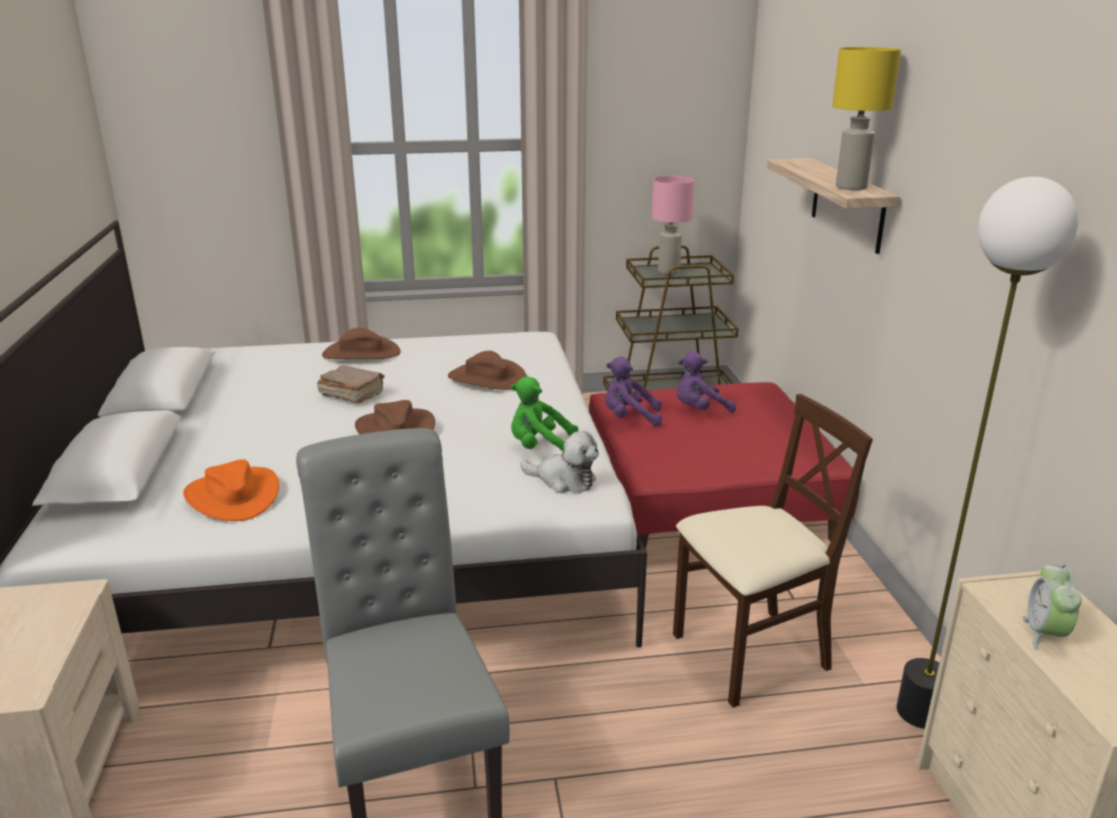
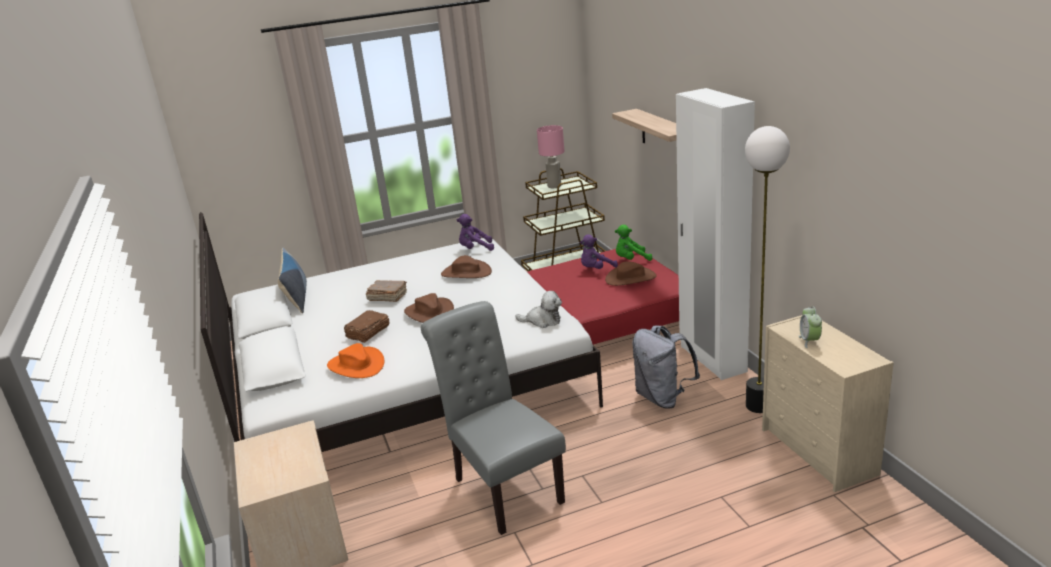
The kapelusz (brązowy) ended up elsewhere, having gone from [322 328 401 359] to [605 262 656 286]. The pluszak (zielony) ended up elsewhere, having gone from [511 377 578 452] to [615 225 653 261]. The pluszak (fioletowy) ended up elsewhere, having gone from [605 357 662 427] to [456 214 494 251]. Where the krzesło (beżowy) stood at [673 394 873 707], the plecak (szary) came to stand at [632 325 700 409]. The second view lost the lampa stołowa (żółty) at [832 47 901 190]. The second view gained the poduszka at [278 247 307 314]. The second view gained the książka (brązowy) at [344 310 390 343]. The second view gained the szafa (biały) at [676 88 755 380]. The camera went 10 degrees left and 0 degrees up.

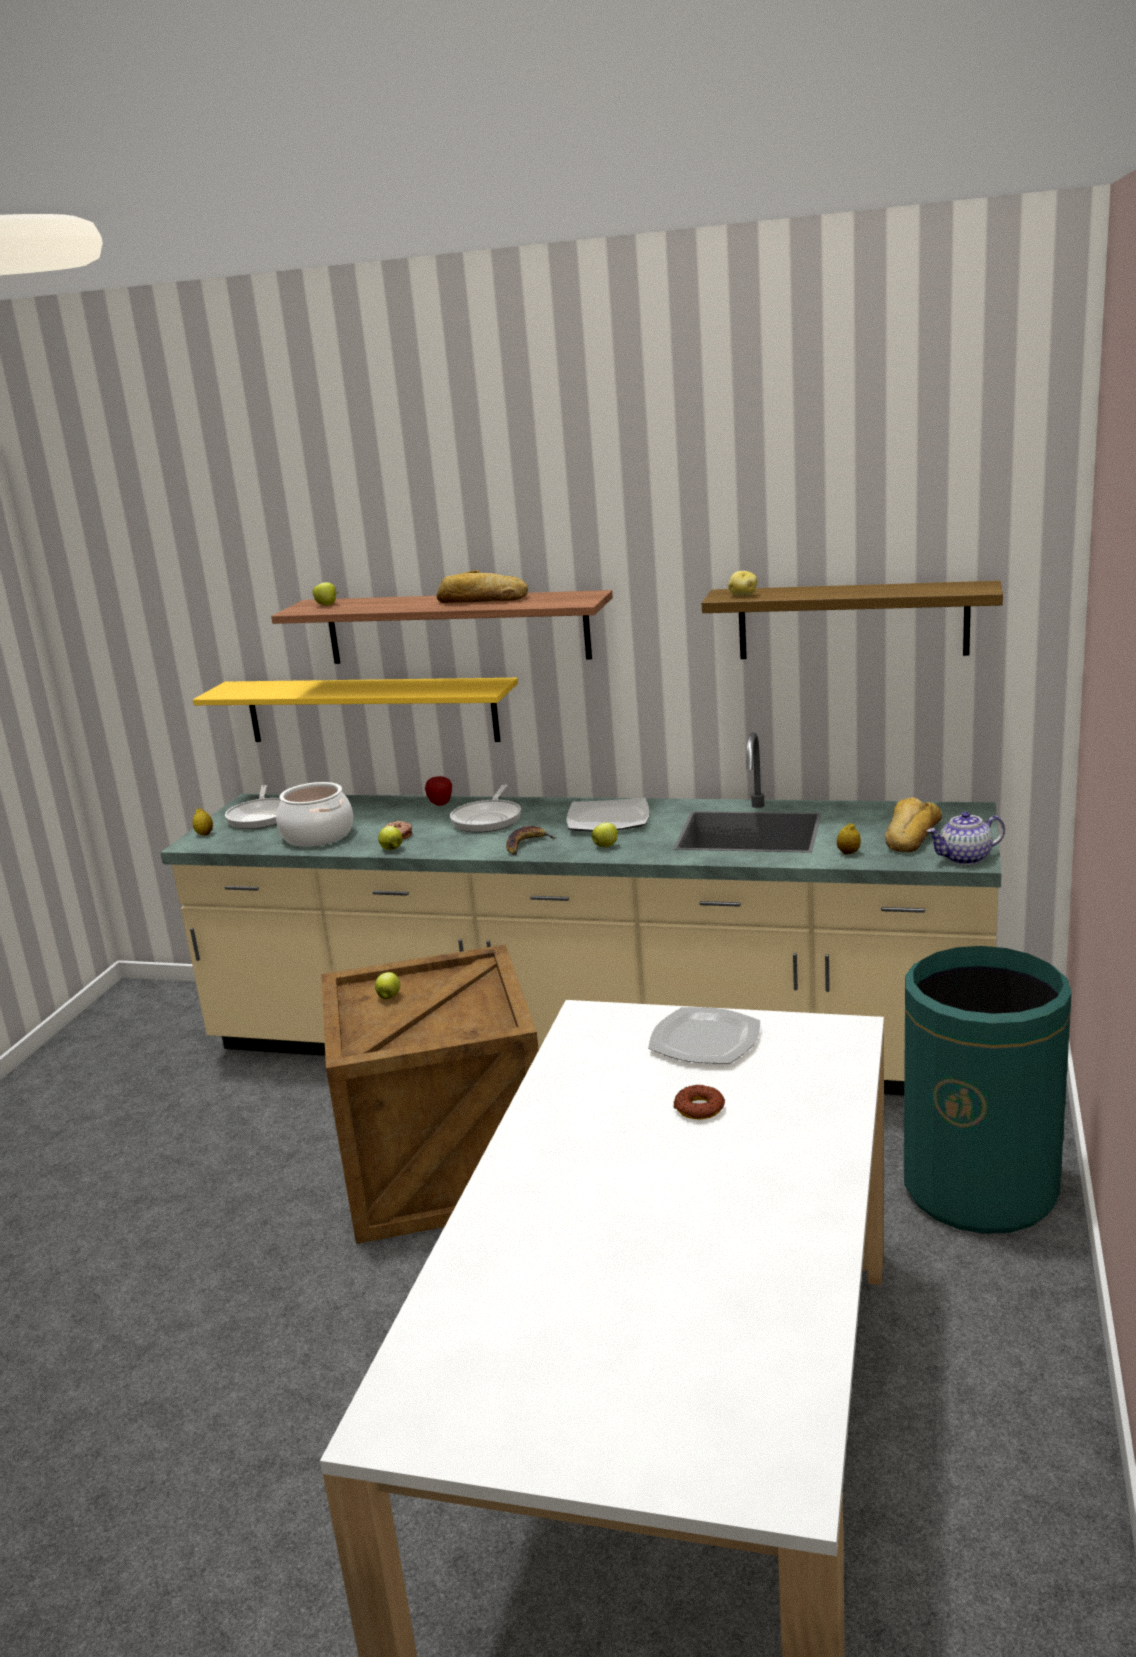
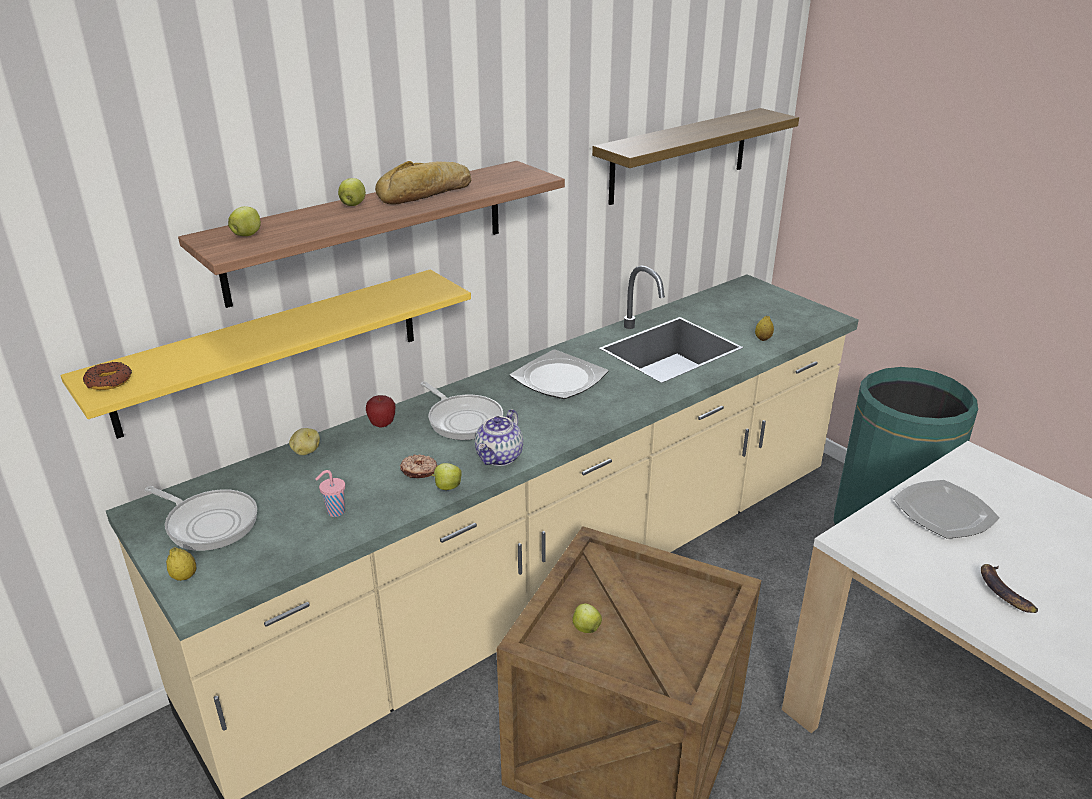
Where the garnek stood at [276 782 353 847], the filiżanka (różowy) came to stand at [315 470 345 517]. The banan ended up elsewhere, having gone from [506 826 557 855] to [981 564 1038 613]. The jabłko ended up elsewhere, having gone from [592 823 618 847] to [338 178 366 206]. The donut ended up elsewhere, having gone from [673 1085 725 1119] to [83 362 132 390]. The ziemniak ended up elsewhere, having gone from [728 571 757 596] to [289 428 320 455]. The second view lost the chleb at [885 797 942 852]. The imbryk ended up elsewhere, having gone from [927 812 1005 865] to [475 409 523 466]. The camera went 55 degrees left and 10 degrees up.

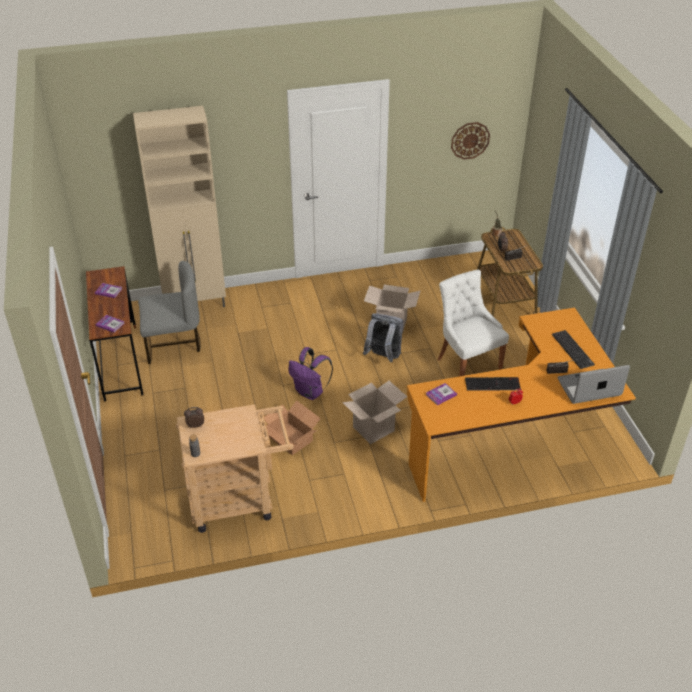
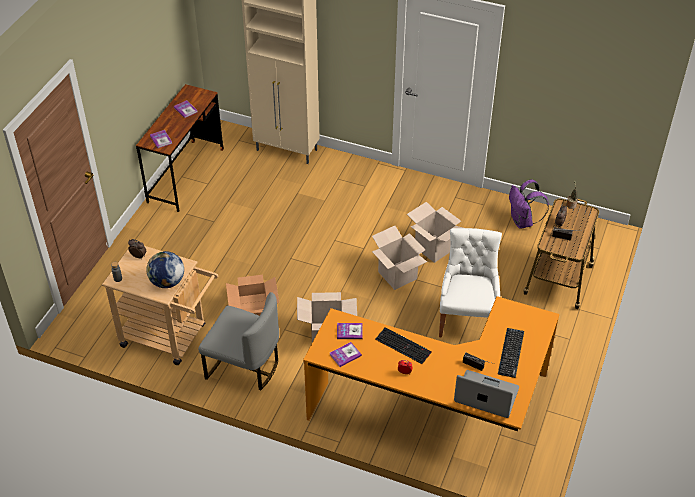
The krzesło (szary) ended up elsewhere, having gone from [138 261 201 364] to [198 292 279 390]. The plecak (fioletowy) ended up elsewhere, having gone from [288 347 333 400] to [509 179 549 229]. Where the plecak (szary) stood at [363 313 404 363], the karton came to stand at [372 226 427 290]. The second view lost the zegar ścienny at [451 122 490 160]. The second view gained the globus at [146 251 184 288]. The second view gained the książka at [330 342 362 367]. The camera went 35 degrees right and 5 degrees up.

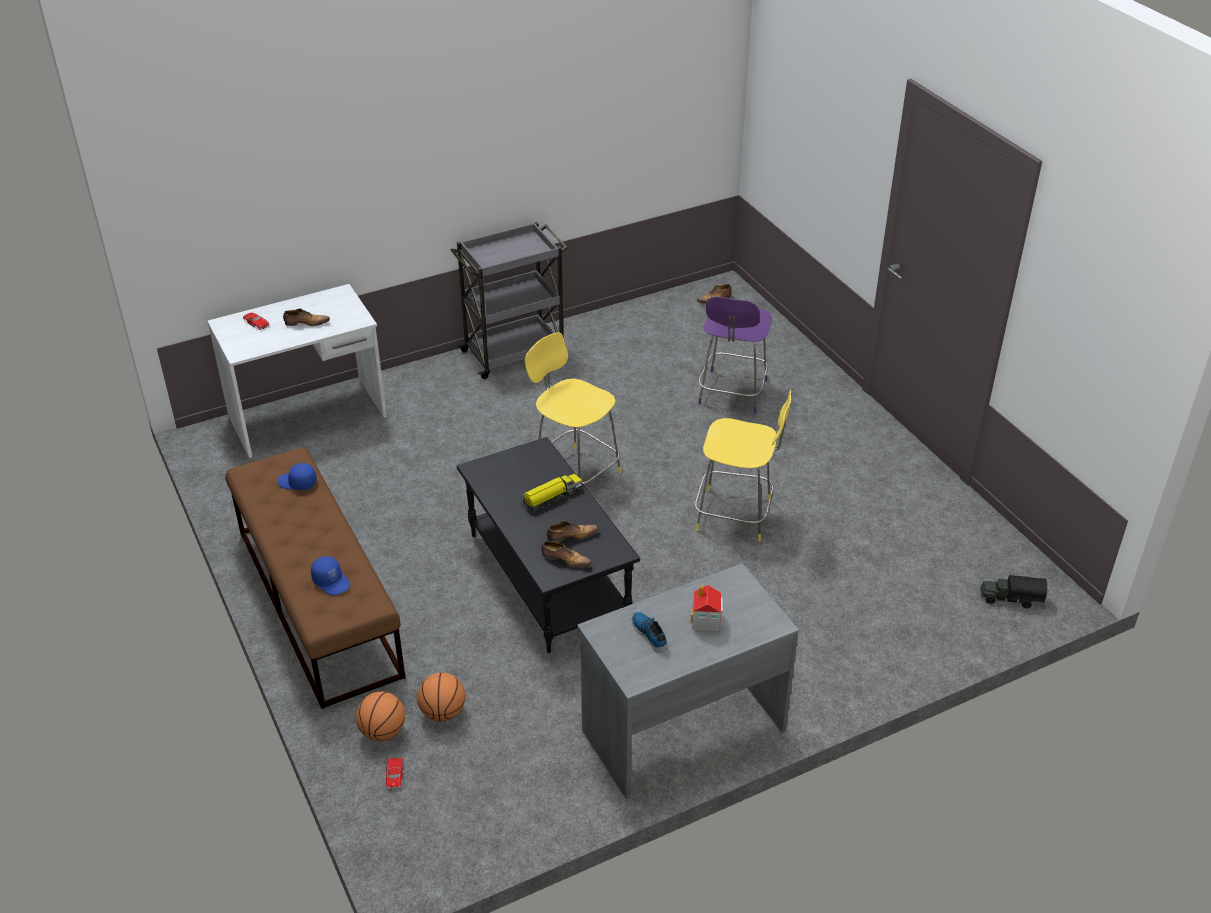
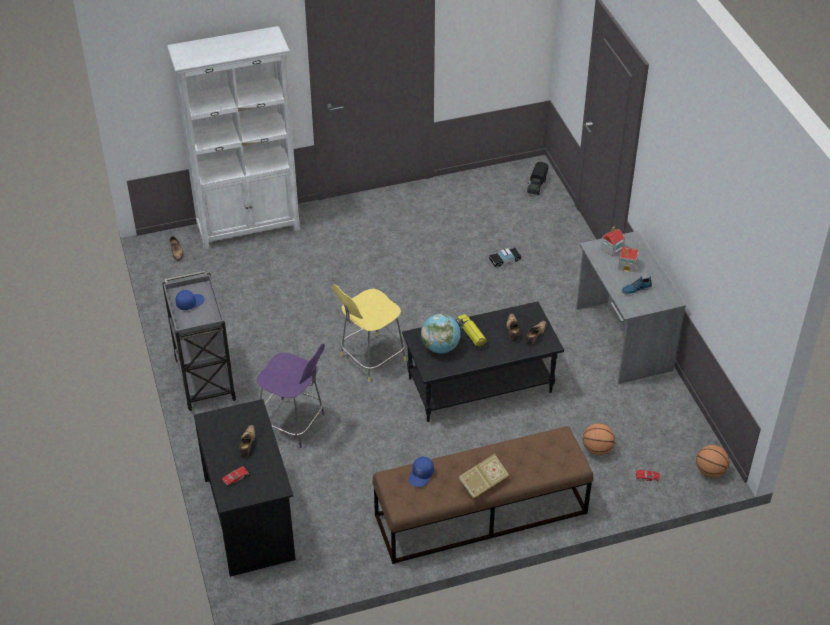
What was the biurko (biały) at [207 284 387 458] turned into the biurko (czarny) at [194 399 296 577]. The czapka z daszkiem (niebieski) ended up elsewhere, having gone from [311 556 350 595] to [175 290 204 310]. The piłka do koszykówki ended up elsewhere, having gone from [356 692 405 741] to [696 445 730 478]. The second view lost the stołek (żółty) at [695 390 792 541]. The stołek (fioletowy) ended up elsewhere, having gone from [698 296 772 414] to [257 344 325 448]. The second view gained the regał (biały) at [167 26 300 249]. The second view gained the globus at [421 313 461 353]. The second view gained the książka at [459 454 509 498]. The second view gained the samochodzik at [489 248 521 267]. The second view gained the domek at [601 227 625 257]. The camera went 80 degrees left and 5 degrees up.

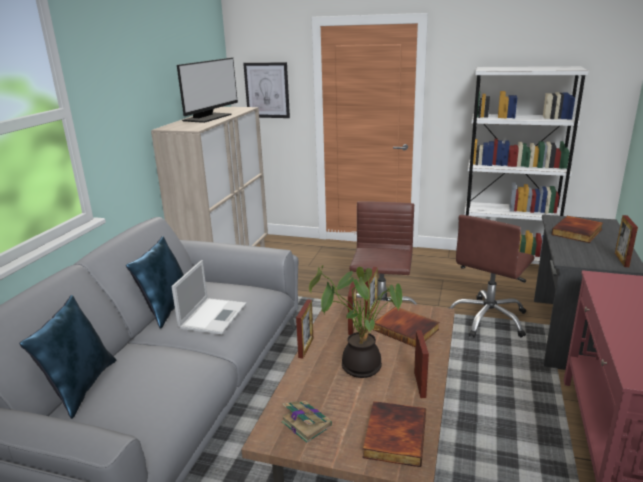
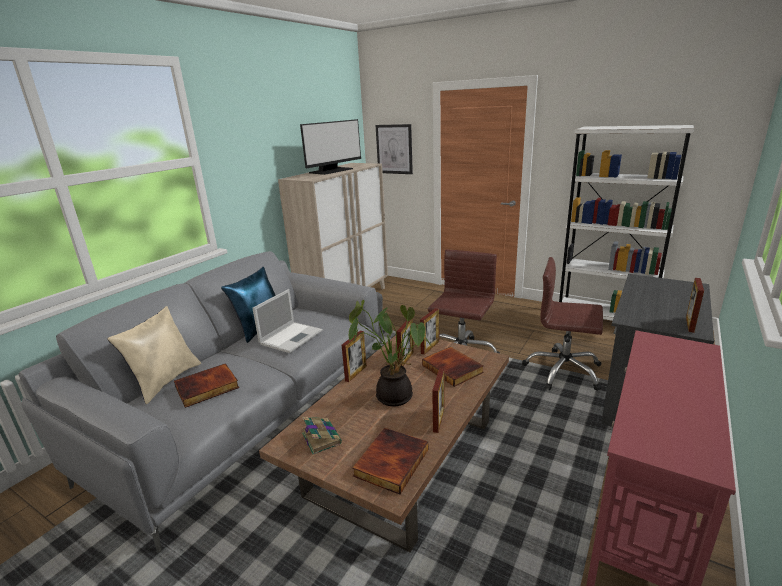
What was the poduszka (niebieski) at [19 295 116 419] turned into the poduszka (beżowy) at [107 306 201 404]. The krzesło biurowe (brązowy) at [450 215 535 338] ended up facing another way, 60 degrees clockwise from before. The książka ended up elsewhere, having gone from [551 216 603 243] to [174 363 239 408]. The camera went 15 degrees right and 0 degrees up.

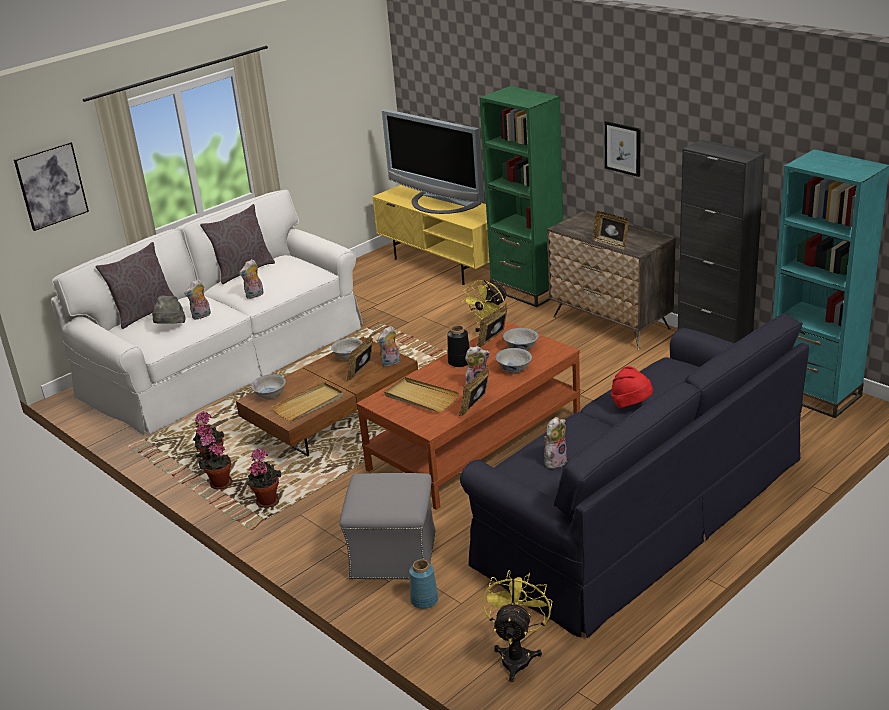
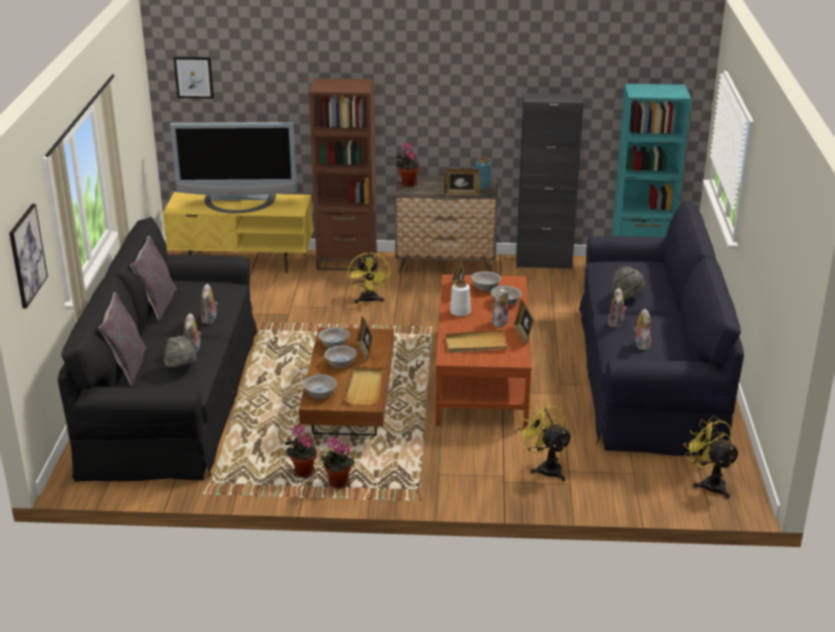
What was the kanapa (biały) at [51 190 363 435] turned into the kanapa (czarny) at [58 217 257 481]. The roślina doniczkowa ended up elsewhere, having gone from [246 448 281 508] to [396 142 420 187]. Where the pufa (szary) stood at [339 473 436 579], the wentylator (żółty) came to stand at [518 402 573 482]. The pluszak ended up elsewhere, having gone from [377 326 400 367] to [608 288 627 328]. The wazon (niebieski) ended up elsewhere, having gone from [409 559 439 609] to [475 157 492 189]. What was the wazon (czarny) at [447 325 470 367] turned into the wazon (biały) at [450 280 471 316]. What was the regał (zielony) at [479 86 563 307] turned into the regał (brązowy) at [309 78 377 271]. The obraz ended up elsewhere, having gone from [605 121 641 177] to [173 57 214 99]. What was the kapelusz (czerwony) at [611 366 653 408] turned into the kapelusz (szary) at [612 266 645 299]. The second view gained the miska (biały) at [324 345 357 368]. The camera went 45 degrees left and 0 degrees up.

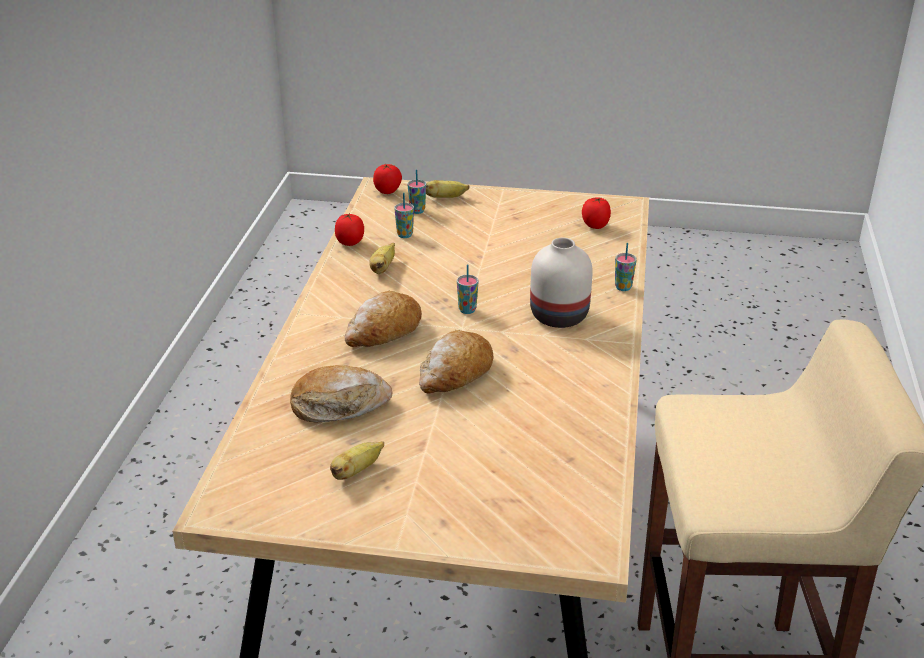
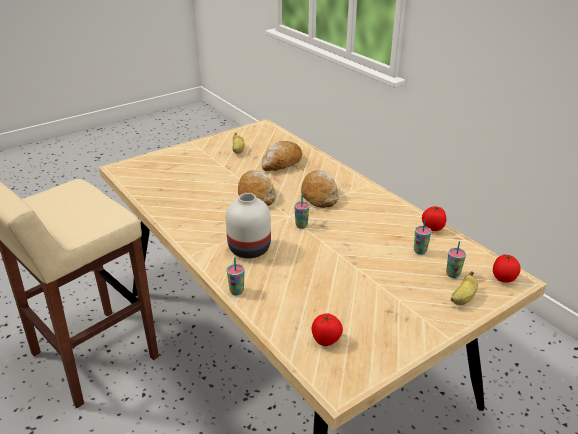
The second view lost the banan at [369 243 395 274]. The camera went 135 degrees right and 0 degrees up.

